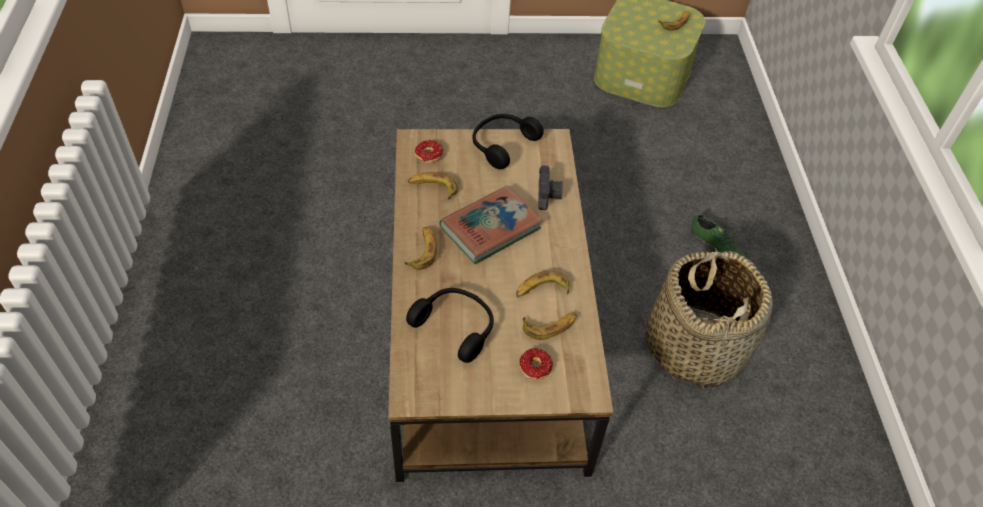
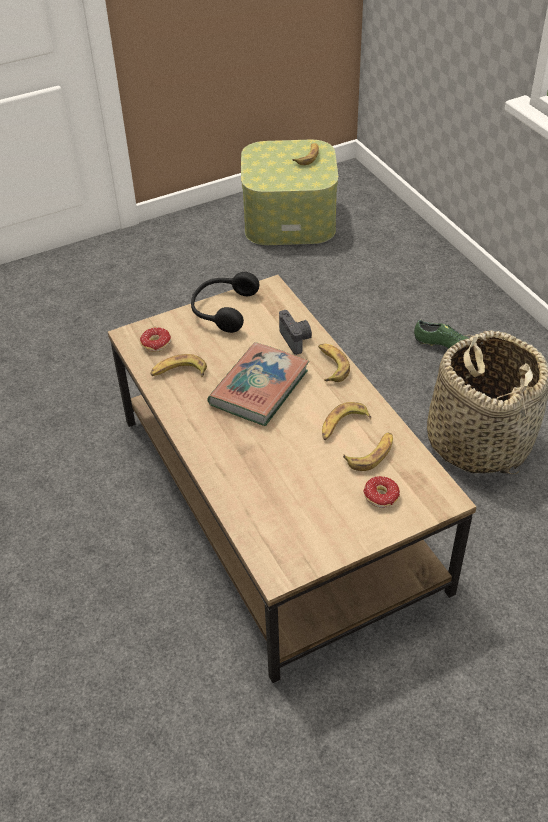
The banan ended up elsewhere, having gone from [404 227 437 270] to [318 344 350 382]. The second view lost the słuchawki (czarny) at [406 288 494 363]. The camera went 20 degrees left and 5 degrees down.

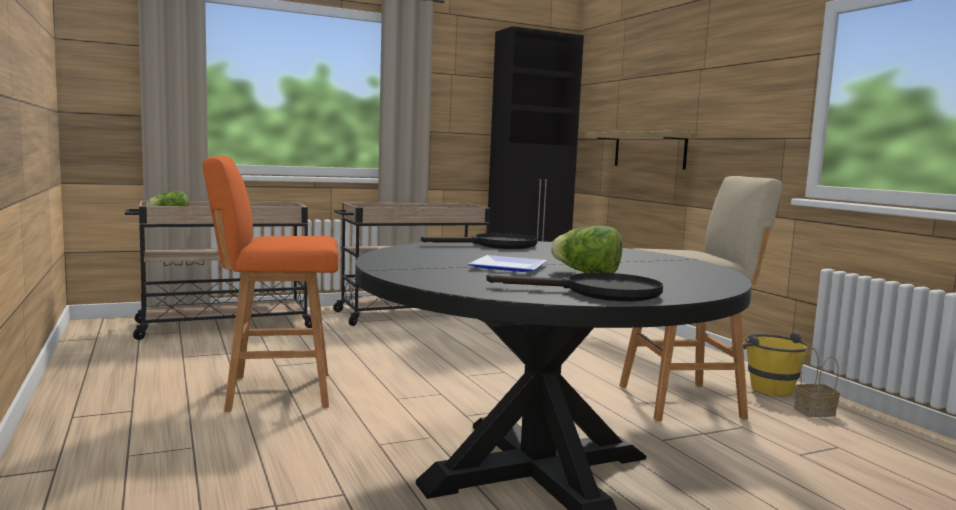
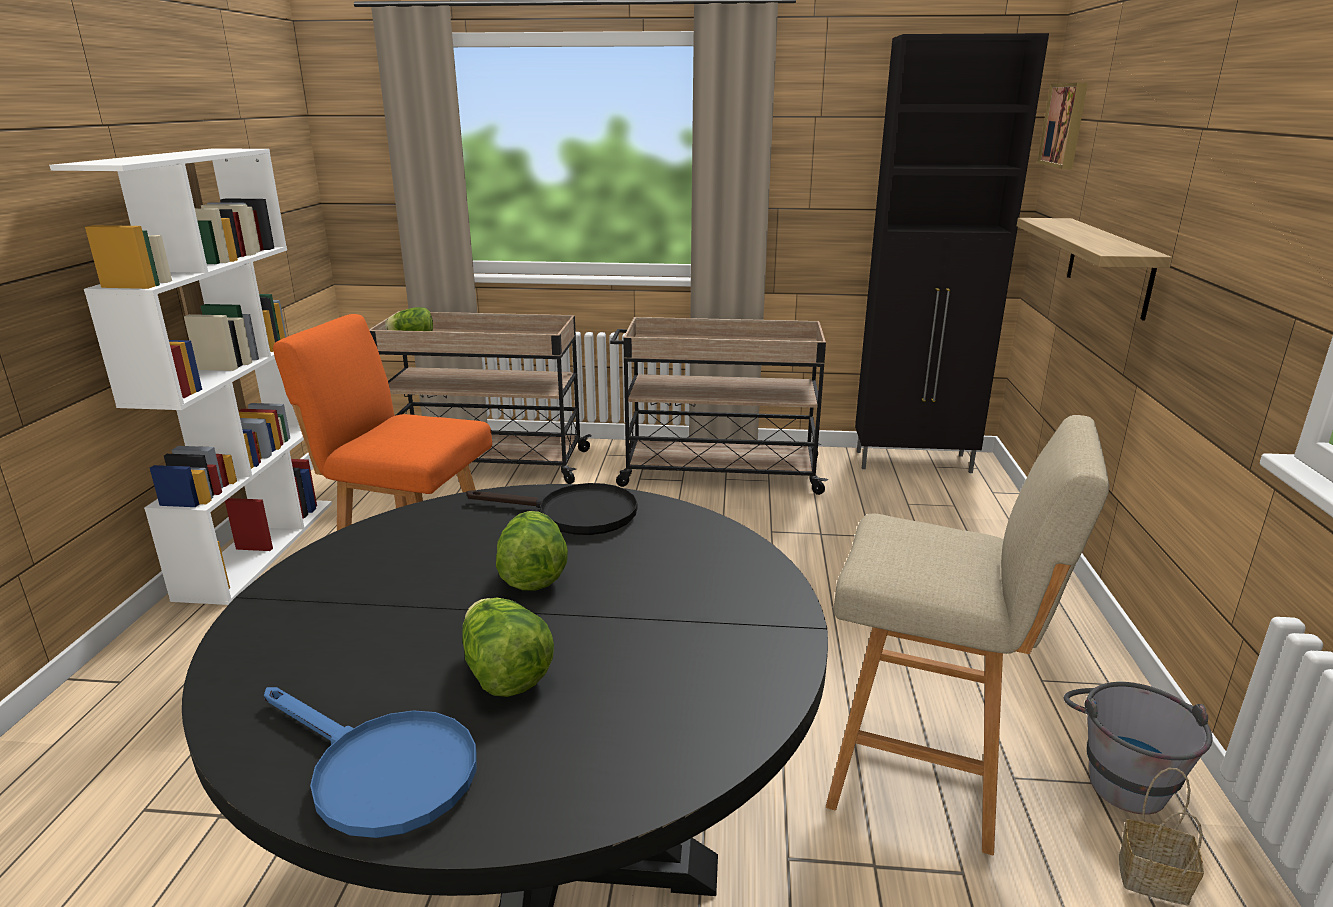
The second view lost the talerz at [468 255 547 272]. What was the patelnia (czarny) at [486 273 663 301] turned into the patelnia (niebieski) at [264 687 477 838]. What was the wiadro (żółty) at [732 332 810 396] turned into the wiadro (szary) at [1064 682 1212 814]. The second view gained the regał (biały) at [49 148 332 605]. The second view gained the sałata at [496 511 568 591]. The second view gained the obraz at [1037 83 1088 169]. The camera went 30 degrees right and 15 degrees up.

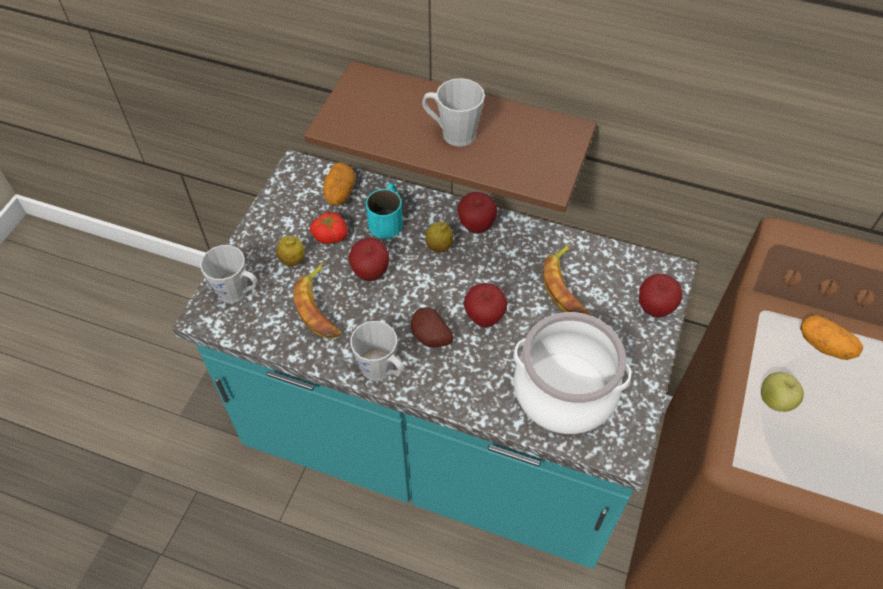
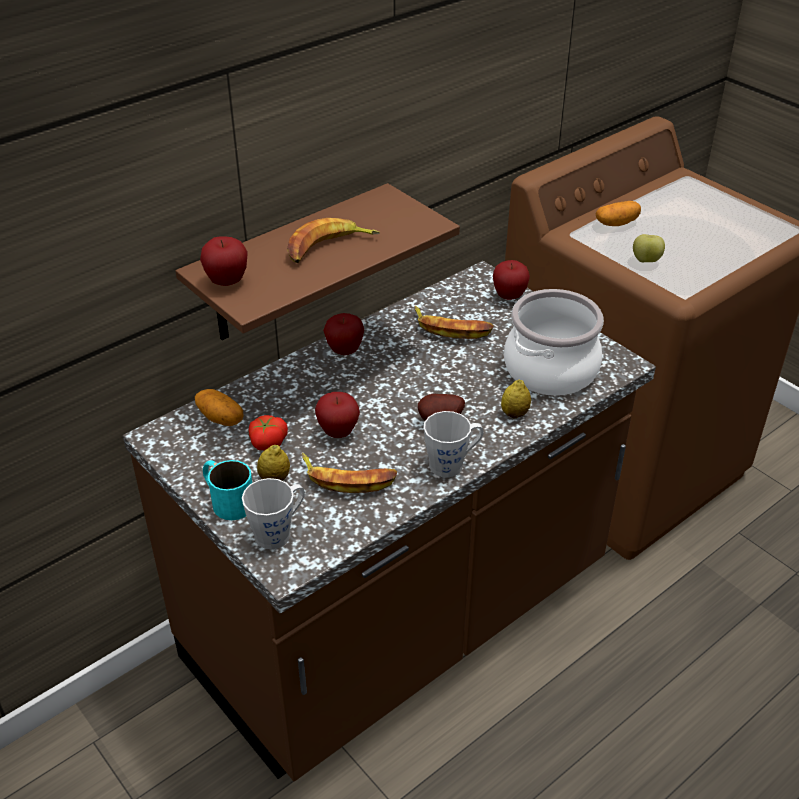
What was the zabudowa kuchenna (turkusowy) at [172 150 697 569] turned into the zabudowa kuchenna (brązowy) at [123 261 656 781]. The kubek (turkusowy) ended up elsewhere, having gone from [366 183 403 239] to [203 460 252 520]. Where the kubek (szary) stood at [422 78 485 147], the banan came to stand at [287 218 380 263]. The cytryna ended up elsewhere, having gone from [425 221 453 252] to [501 380 531 419]. The jabłko ended up elsewhere, having gone from [464 283 508 328] to [200 236 248 286]. The camera went 60 degrees left and 15 degrees down.

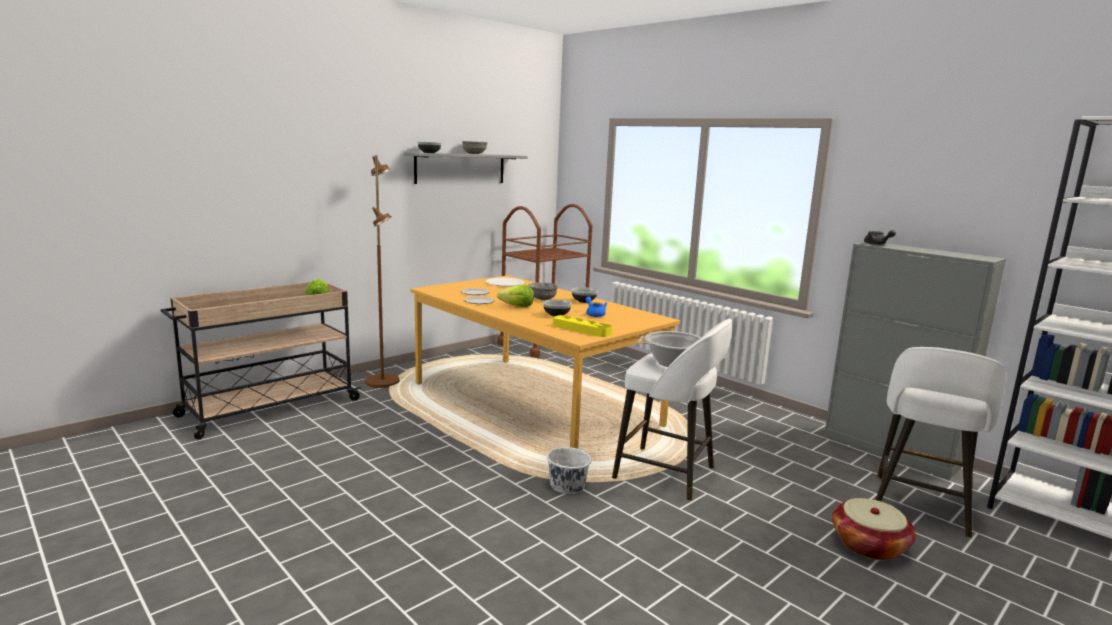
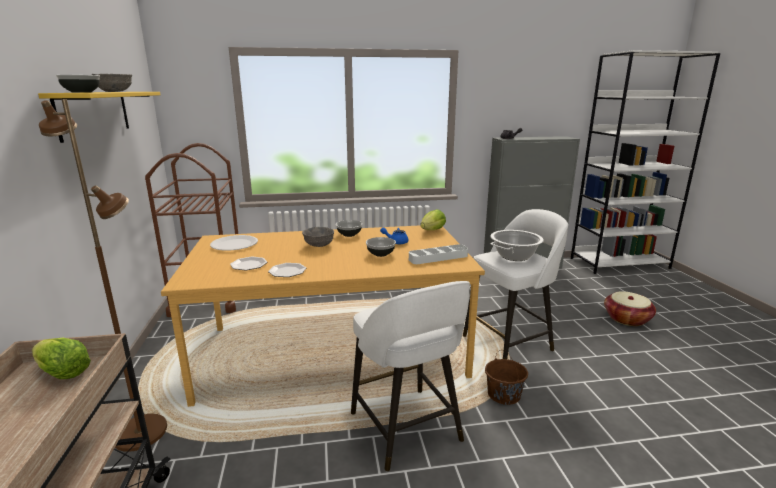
What was the półka (szary) at [404 152 527 184] turned into the półka (żółty) at [38 92 161 143]. The sałata ended up elsewhere, having gone from [497 285 534 307] to [420 209 446 230]. What was the wiadro (biały) at [547 435 591 494] turned into the wiadro (brązowy) at [485 350 528 405]. What was the taca (żółty) at [553 315 612 337] turned into the taca (biały) at [409 244 468 264]. The stołek (biały) ended up elsewhere, having gone from [875 347 1005 538] to [351 281 470 471]. The camera went 55 degrees left and 5 degrees up.

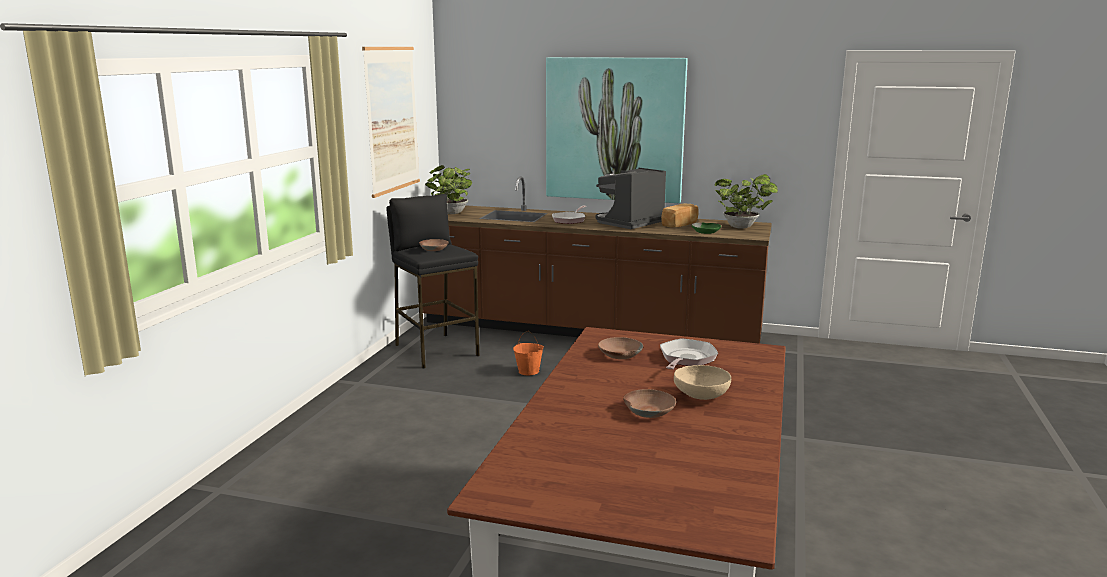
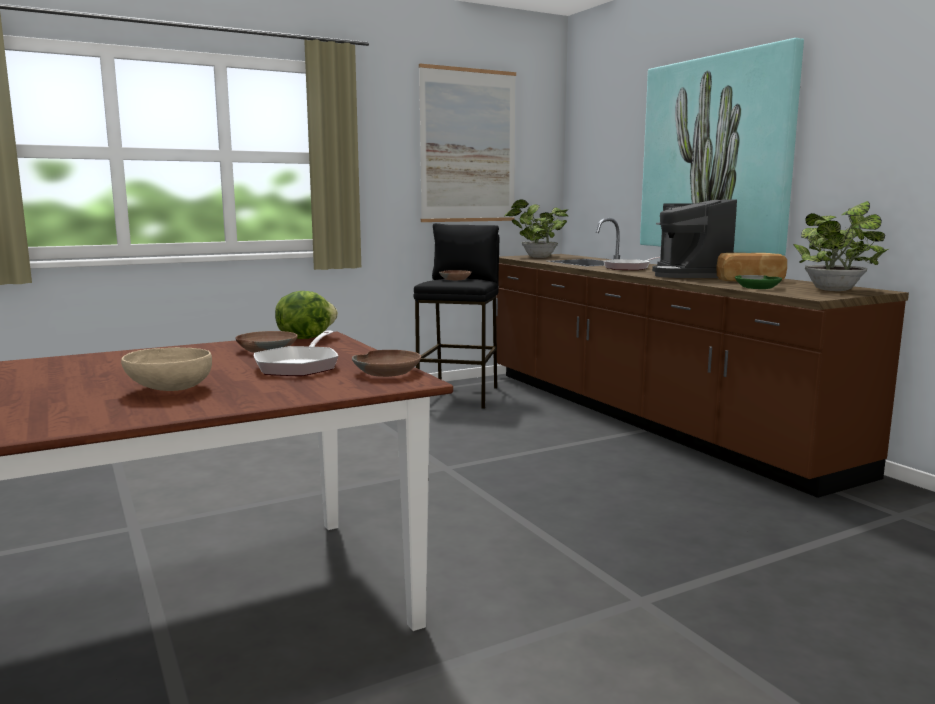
The second view lost the wiadro (pomarańczowy) at [513 331 544 375]. The ekspres do kawy at [595 168 666 229] ended up facing another way, 90 degrees counterclockwise from before. The miska (brązowy) ended up elsewhere, having gone from [623 389 676 418] to [352 350 421 377]. The patelnia at [660 338 718 369] ended up facing another way, 120 degrees clockwise from before. The second view gained the sałata at [275 291 338 339]. The camera went 45 degrees right and 5 degrees down.

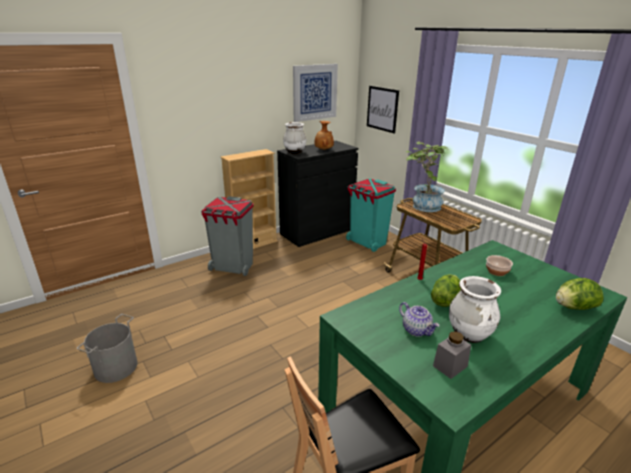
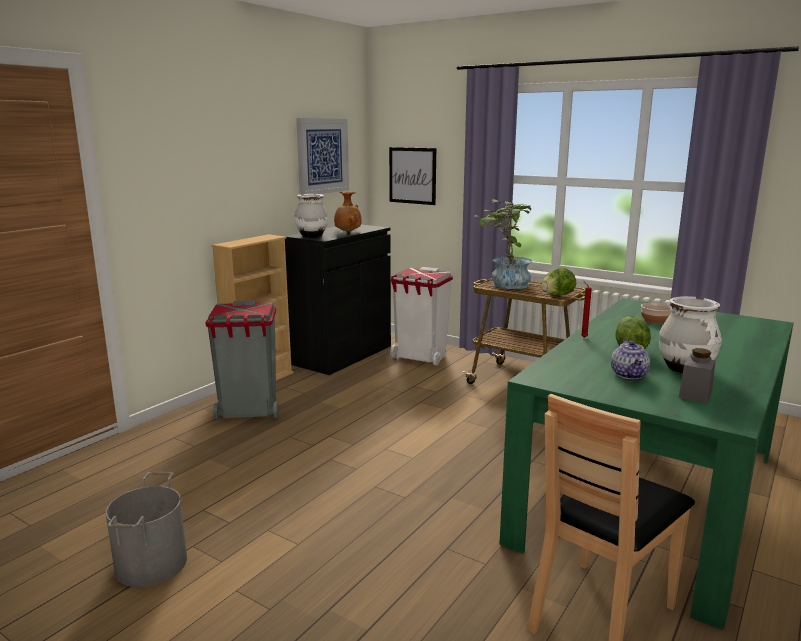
What was the kosz na śmieci (turkusowy) at [346 178 396 252] turned into the kosz na śmieci (biały) at [390 267 453 365]. The imbryk at [399 302 439 337] ended up facing another way, 60 degrees clockwise from before. The sałata ended up elsewhere, having gone from [556 278 604 310] to [541 268 576 296]. The camera went 20 degrees left and 10 degrees down.

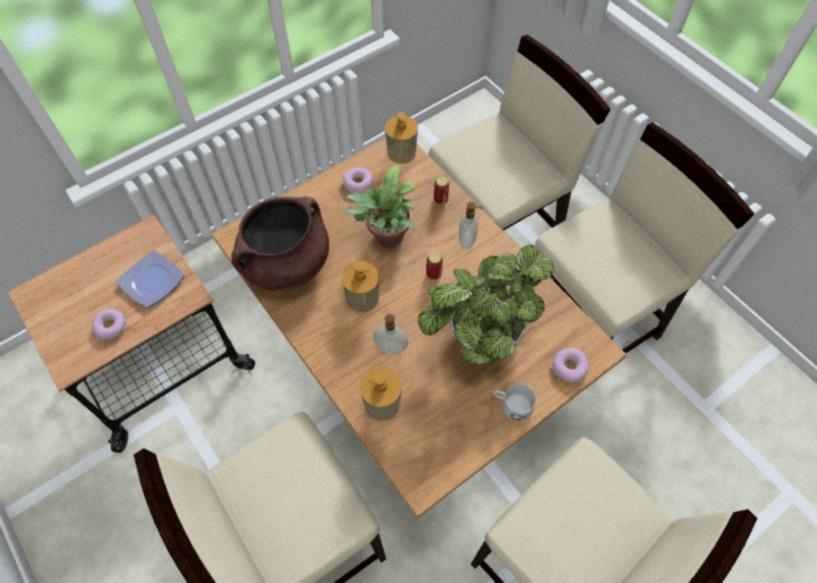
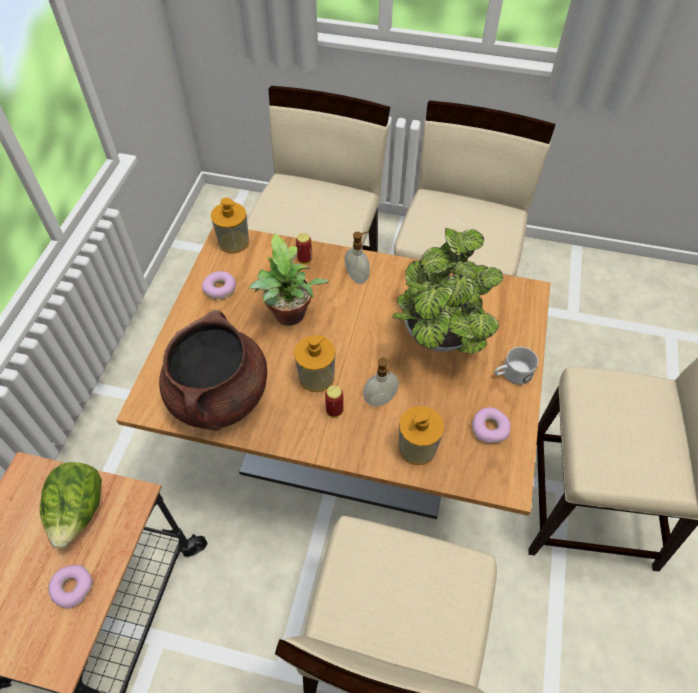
Where the talerz stood at [116 250 184 308], the sałata came to stand at [40 462 102 548]. The puszka ended up elsewhere, having gone from [426 252 443 280] to [325 385 344 417]. The donut ended up elsewhere, having gone from [552 348 589 382] to [472 407 511 443]. The camera went 40 degrees left and 5 degrees down.

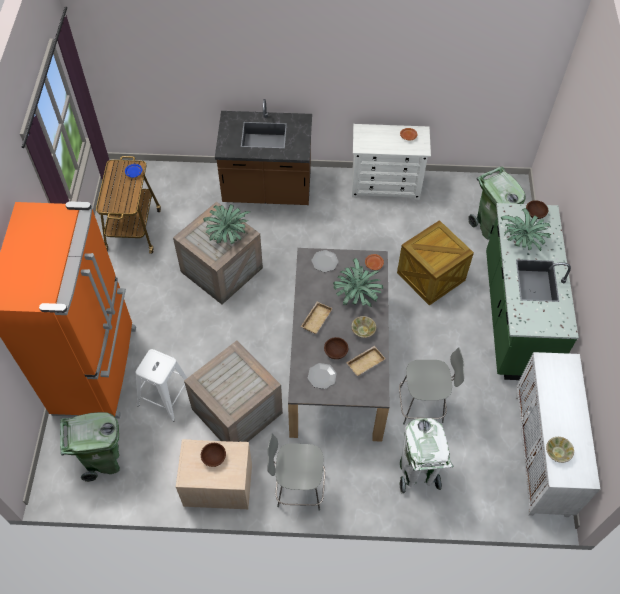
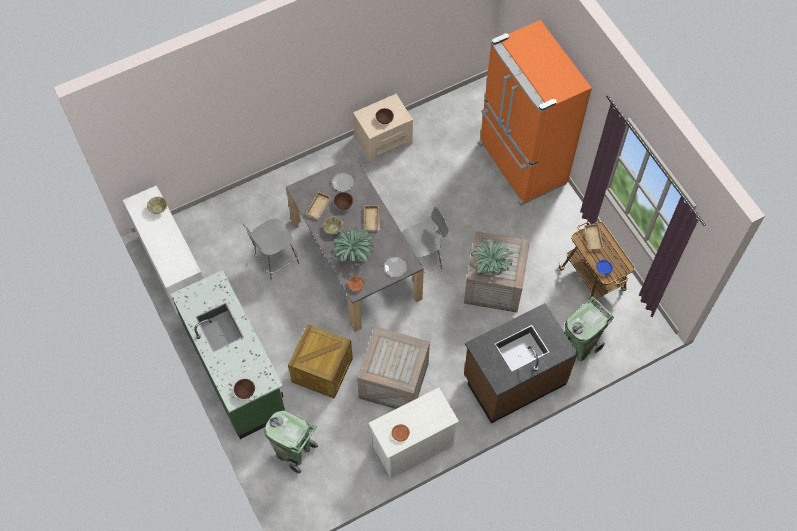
The kosz na śmieci (zielony) ended up elsewhere, having gone from [60 412 120 482] to [565 296 614 361]. The second view lost the stołek (biały) at [135 349 187 422]. The skrzynka ended up elsewhere, having gone from [184 341 283 442] to [357 327 430 409]. The krzesło (szary) ended up elsewhere, having gone from [267 433 325 511] to [402 207 449 282]. The second view lost the kosz na śmieci (biały) at [399 418 454 494]. The second view lost the roślina doniczkowa at [501 208 552 251]. The second view gained the taca (beżowy) at [584 224 604 250]. The camera went 150 degrees right and 5 degrees up.

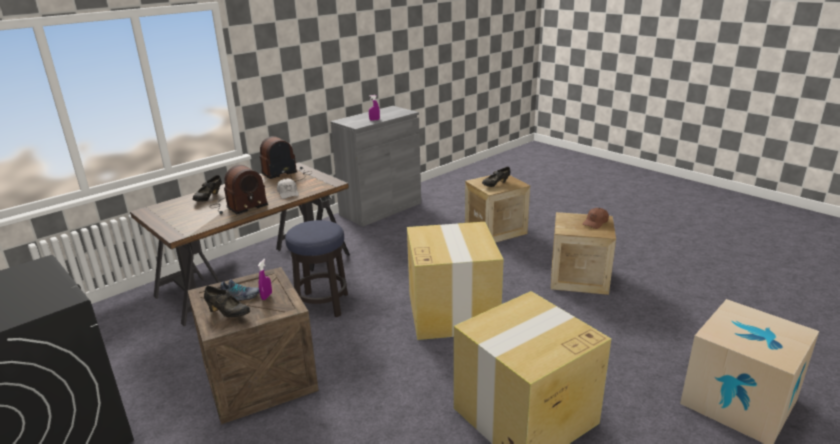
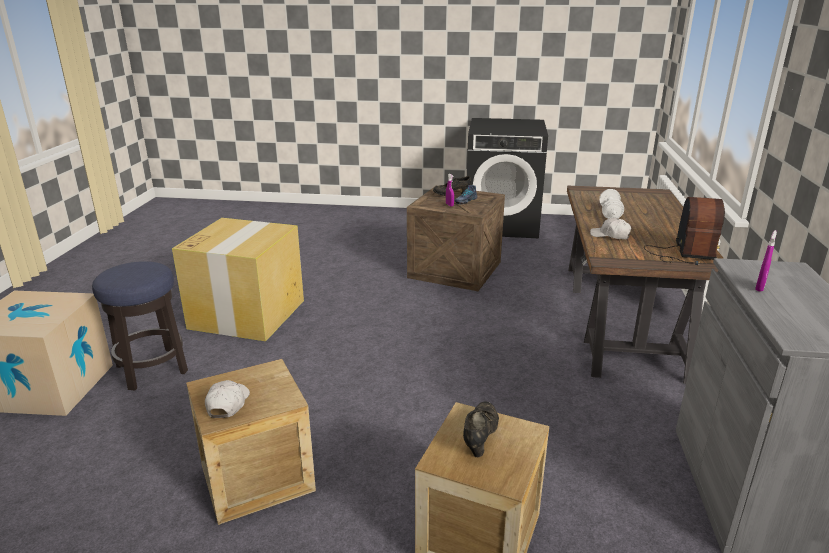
The second view lost the but (czarny) at [193 175 222 202]. Where the radio stood at [210 165 268 214], the hantel (biały) came to stand at [599 189 624 219]. The stołek ended up elsewhere, having gone from [285 220 348 317] to [92 261 188 391]. The second view lost the karton at [407 222 504 340]. What was the czapka z daszkiem (brązowy) at [582 208 609 229] turned into the czapka z daszkiem (biały) at [205 380 250 418]. The camera went 140 degrees right and 0 degrees up.

